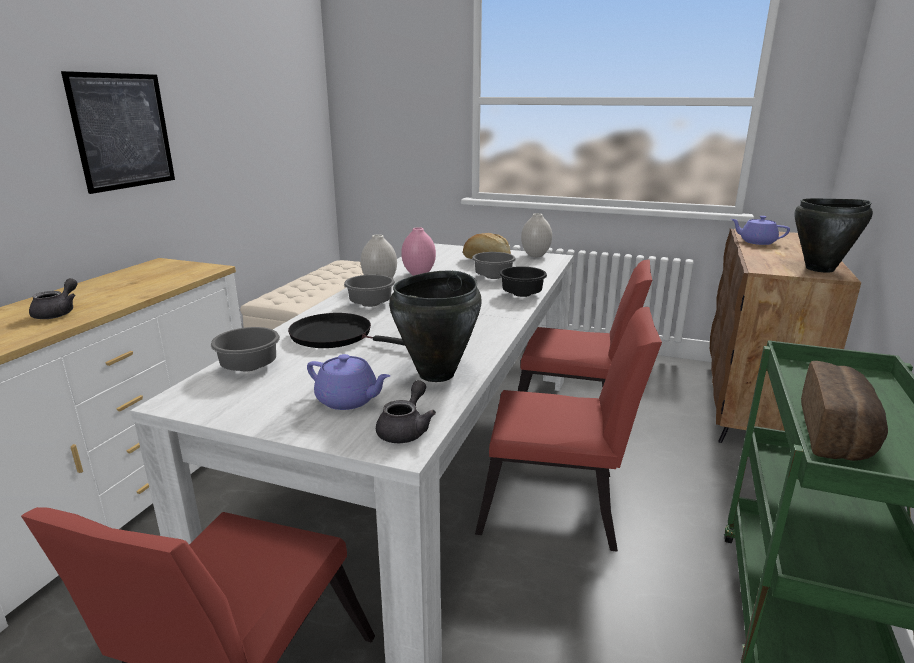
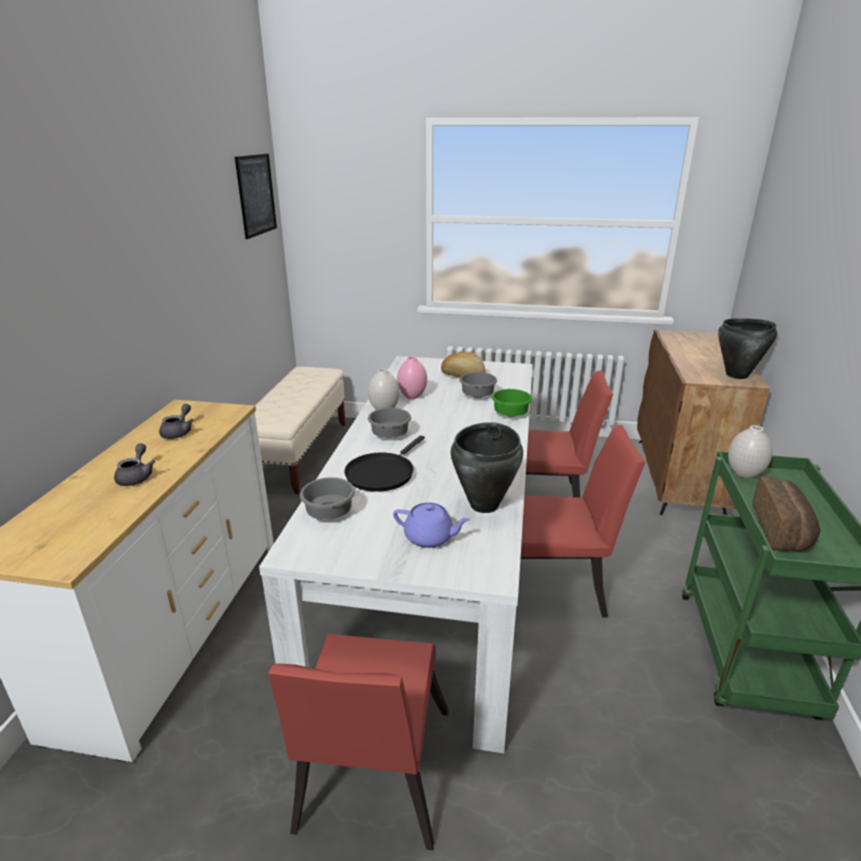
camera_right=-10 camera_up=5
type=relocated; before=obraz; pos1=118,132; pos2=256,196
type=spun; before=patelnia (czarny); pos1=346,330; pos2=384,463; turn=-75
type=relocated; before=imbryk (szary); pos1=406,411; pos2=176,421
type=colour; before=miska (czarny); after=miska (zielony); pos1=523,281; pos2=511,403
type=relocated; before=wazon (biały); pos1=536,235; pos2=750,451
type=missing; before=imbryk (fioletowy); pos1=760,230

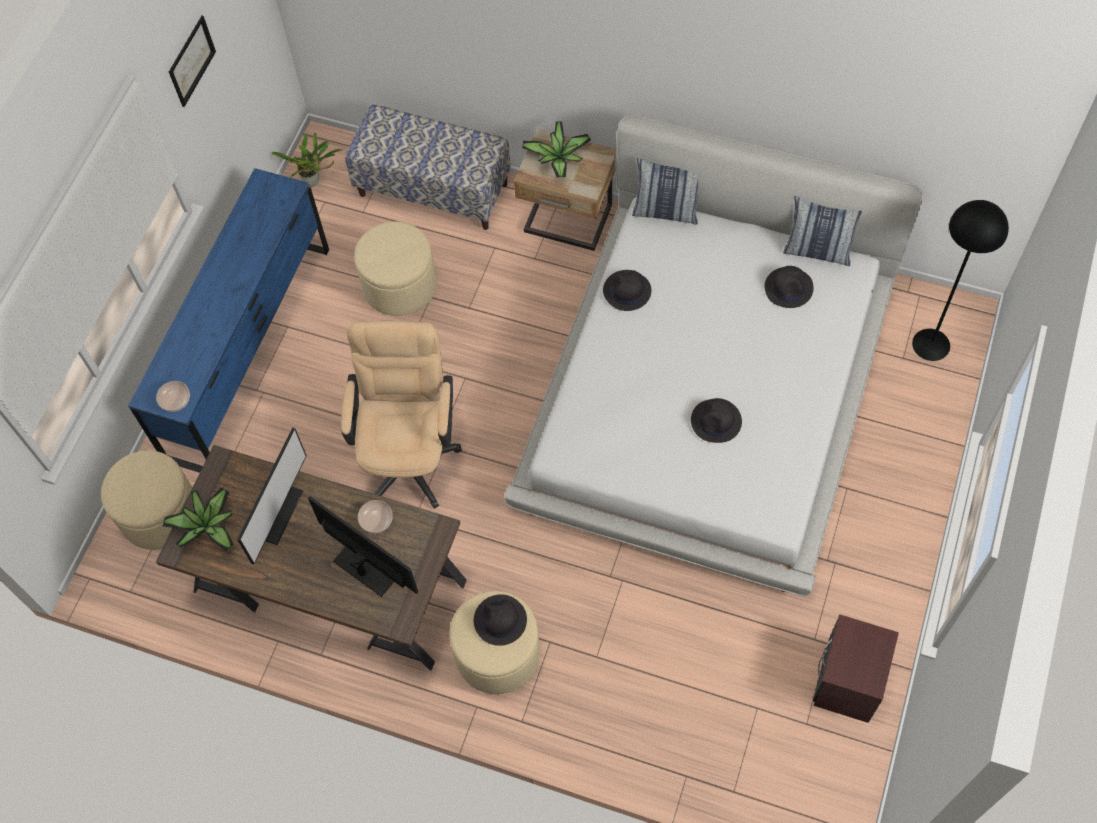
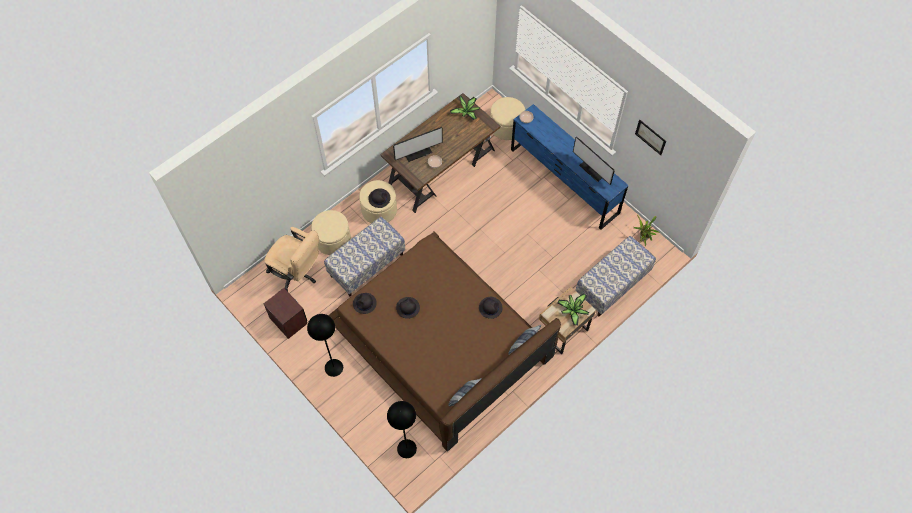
camera_right=115 camera_up=0
type=relocated; before=monitor; pos1=272,496; pos2=594,160
type=relocated; before=krzesło biurowe (beżowy); pos1=401,415; pos2=291,259
type=relocated; before=pufa (beżowy); pos1=395,268; pos2=331,232
type=colour; before=łóżko (biały); after=łóżko (brązowy); pos1=714,355; pos2=444,341
type=relocated; before=kapelusz (czarny); pos1=789,287; pos2=365,303
type=appeared; after=lampa stojąca (czarny); pos2=325,345
type=appeared; after=ławka; pos2=364,256

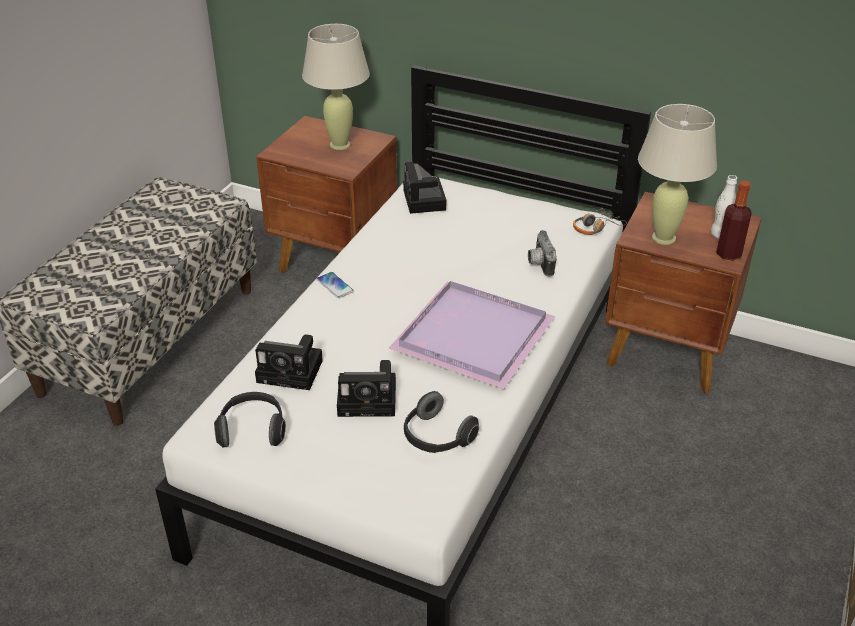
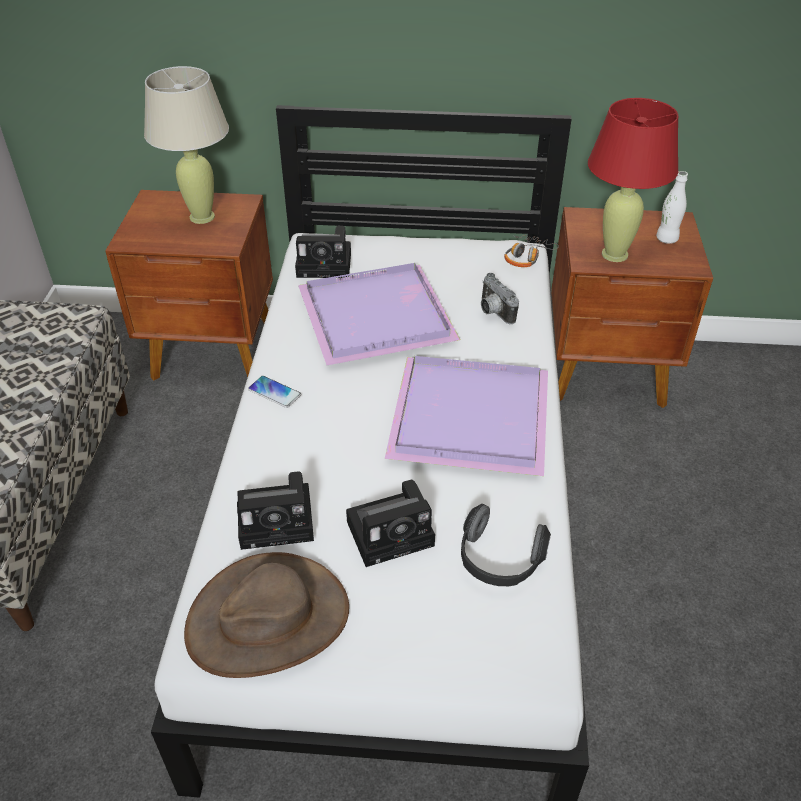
camera_right=-20 camera_up=5
type=exchanged; before=słuchawki; after=kapelusz (brązowy); pos1=250,420; pos2=266,615
type=spun; before=aparat fotograficzny; pos1=424,188; pos2=323,252; turn=-60
type=colour; before=lampa stołowa (beżowy); after=lampa stołowa (czerwony); pos1=677,174; pos2=633,180
type=missing; before=butelka; pos1=734,220
type=appeared; after=taca (fioletowy); pos2=379,314

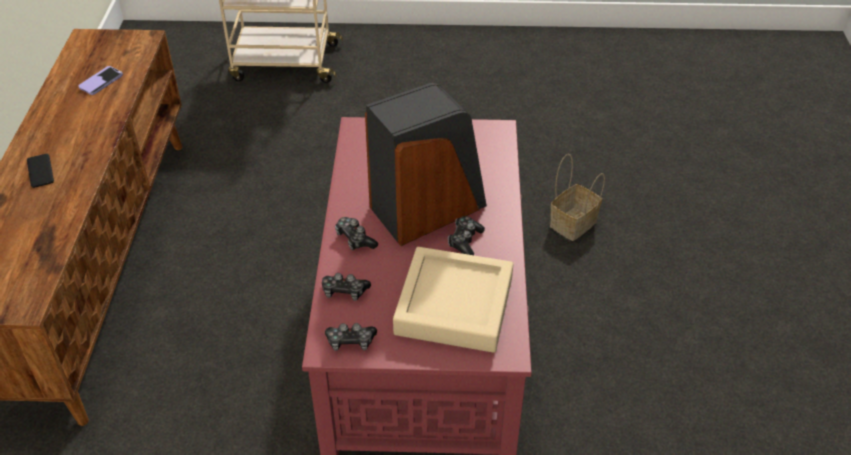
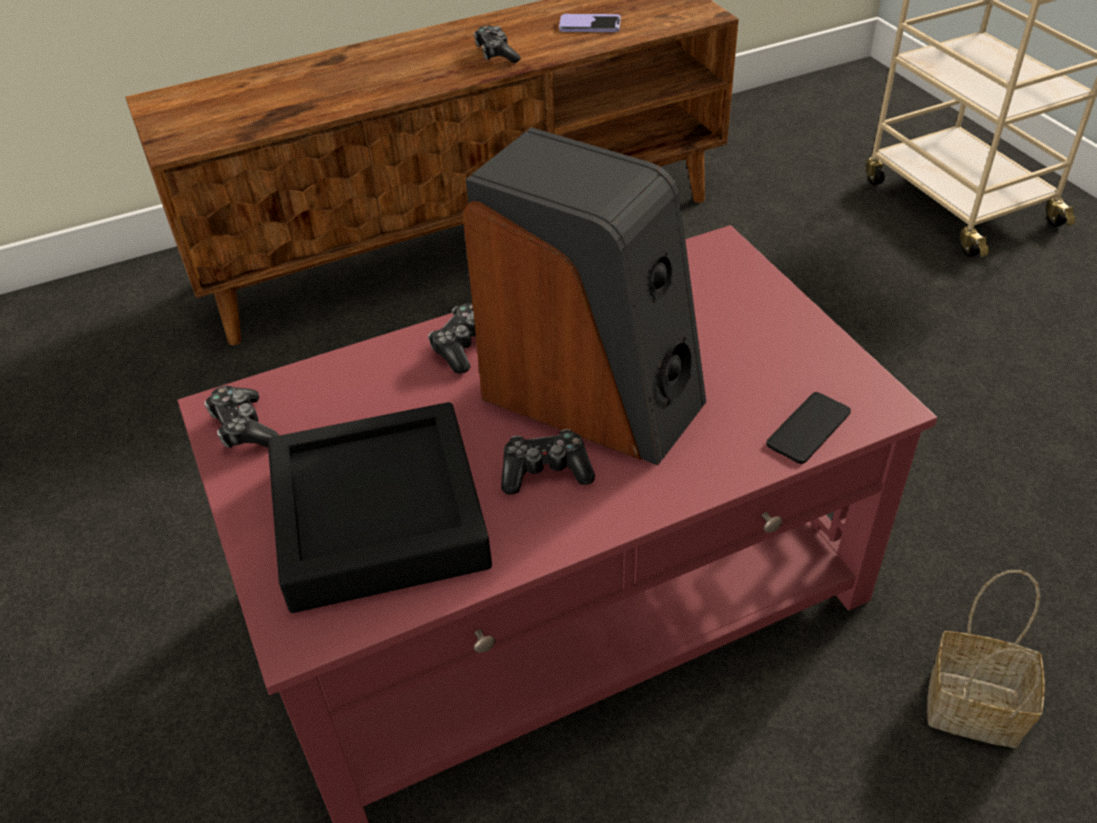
camera_right=65 camera_up=0
type=relocated; before=telefon; pos1=40,171; pos2=808,428
type=relocated; before=pad do gier; pos1=346,287; pos2=497,44
type=colour; before=taca (beżowy); after=taca (czarny); pos1=453,300; pos2=380,507

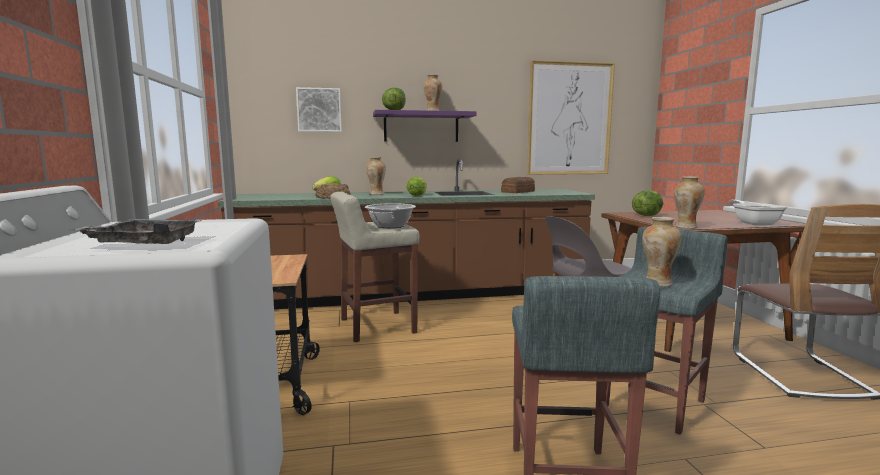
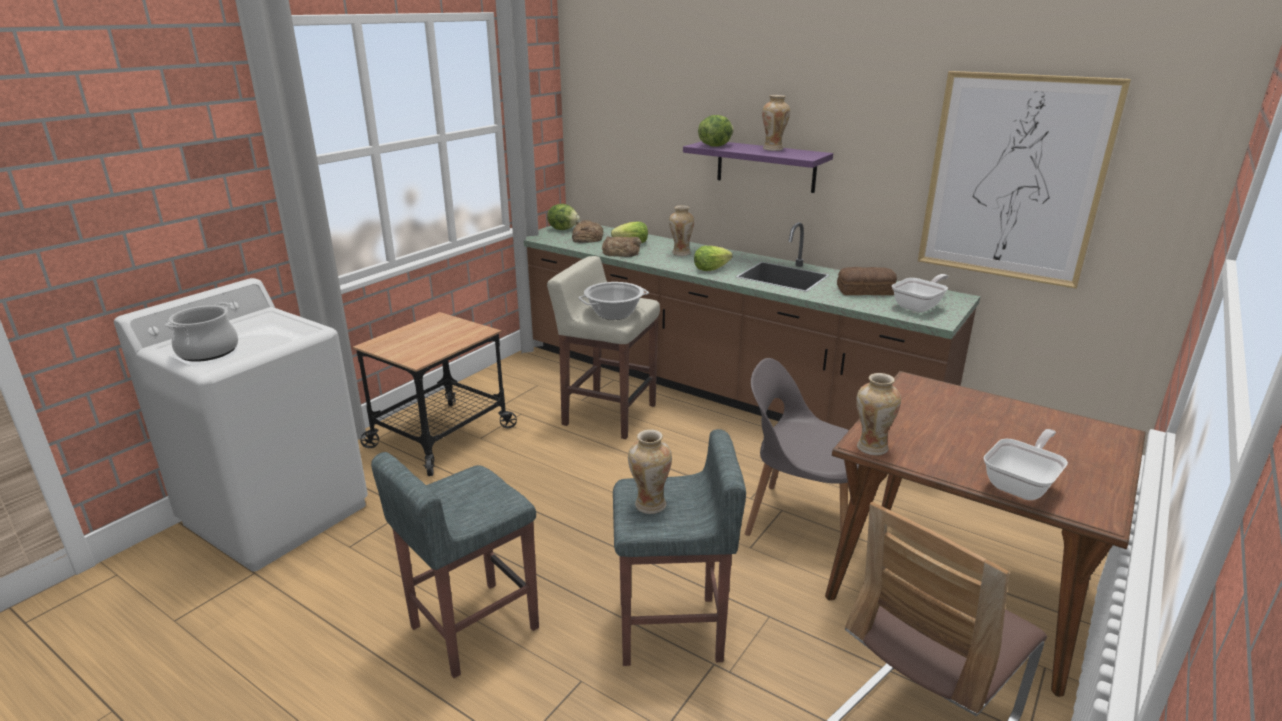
camera_right=45 camera_up=15
type=exchanged; before=taca (szary); after=garnek; pos1=137,231; pos2=201,332
type=missing; before=obraz; pos1=319,109
type=relocated; before=sałata; pos1=647,203; pos2=563,217
type=appeared; after=chleb; pos2=588,231
type=appeared; after=patelnia; pos2=920,293

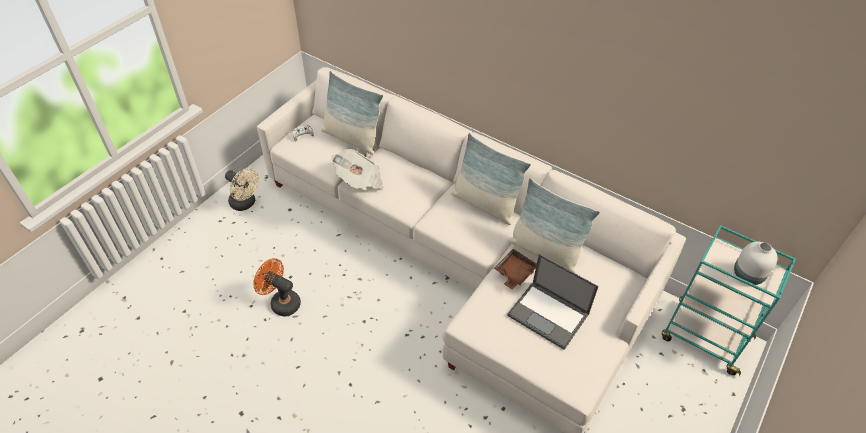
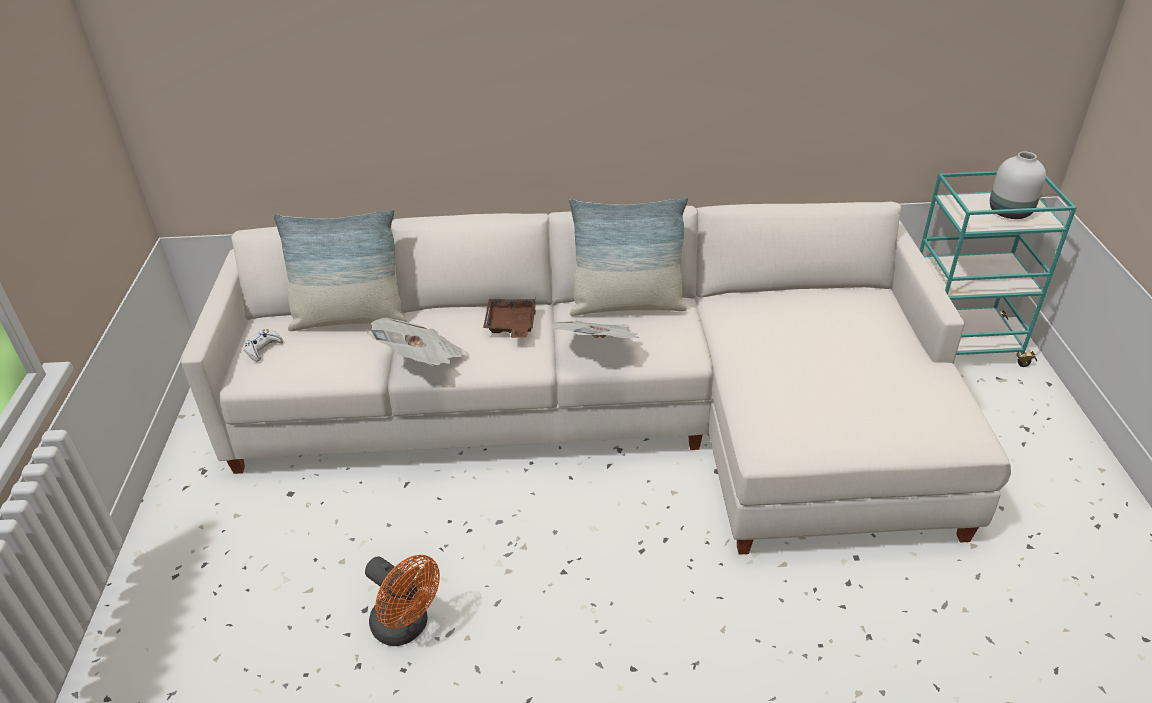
camera_right=-35 camera_up=-10
type=missing; before=wentylator (beżowy); pos1=242,189
type=spun; before=wentylator (pomarańczowy); pos1=277,287; pos2=402,600; turn=-135
type=relocated; before=taca (brązowy); pos1=515,269; pos2=509,317
type=missing; before=laptop; pos1=553,302
type=missing; before=poduszka; pos1=554,226
type=appeared; after=gazeta; pos2=595,329

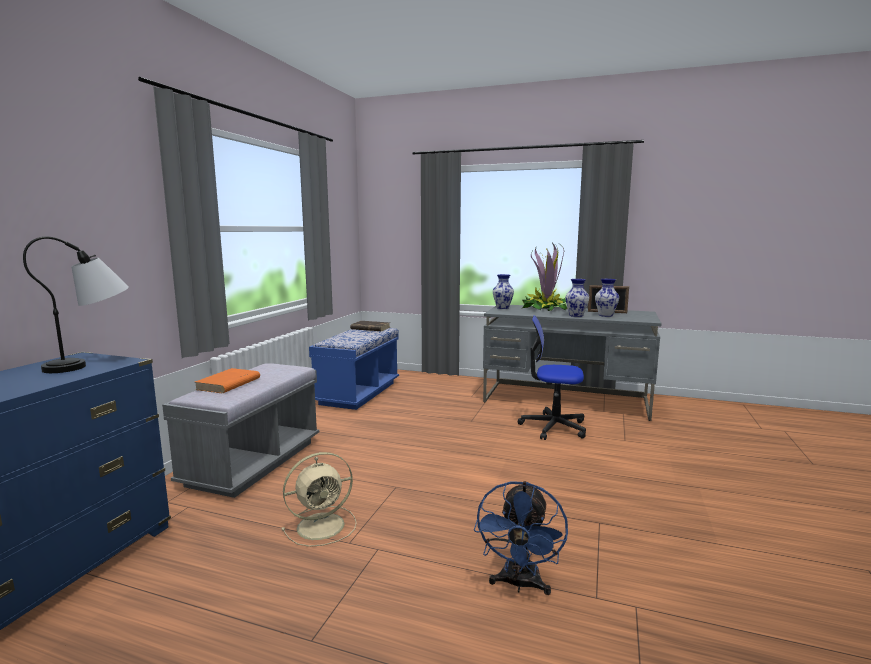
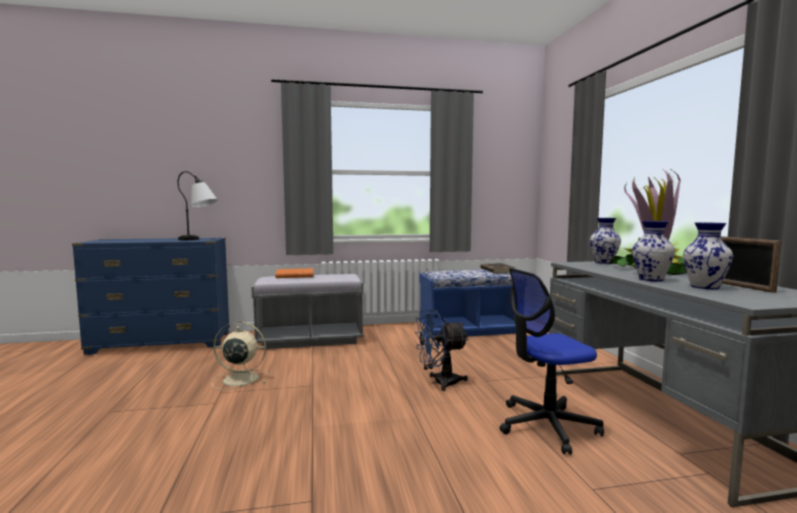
camera_right=60 camera_up=-5
type=spun; before=wentylator (beżowy); pos1=319,499; pos2=240,356; turn=150
type=relocated; before=wentylator (niebieski); pos1=521,538; pos2=441,350
type=spun; before=krzesło biurowe; pos1=552,377; pos2=552,361; turn=-90

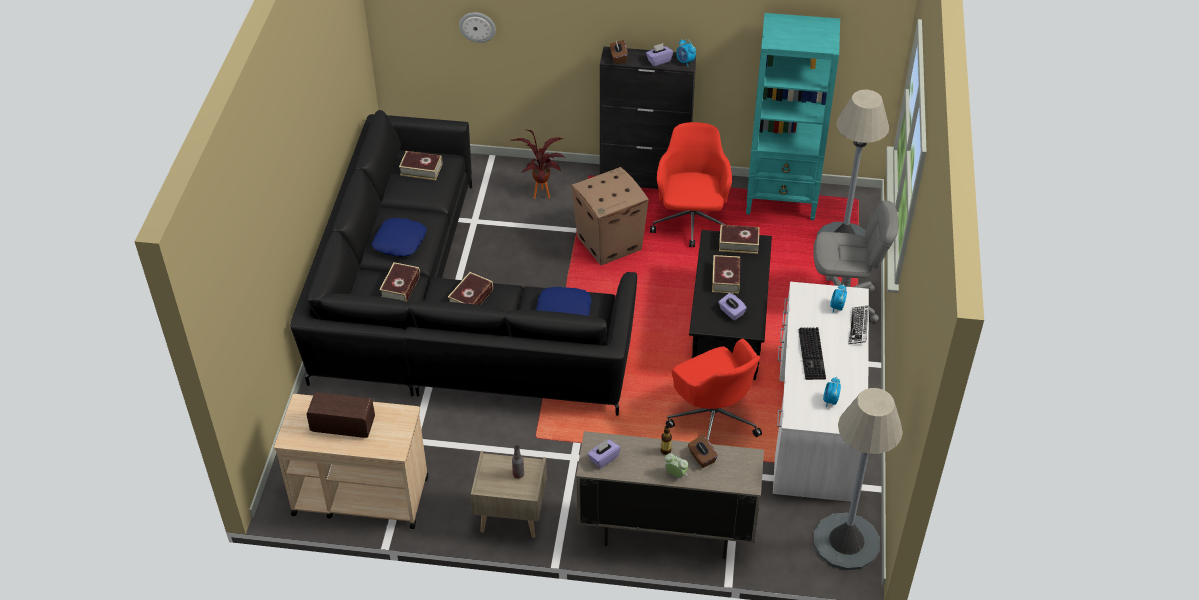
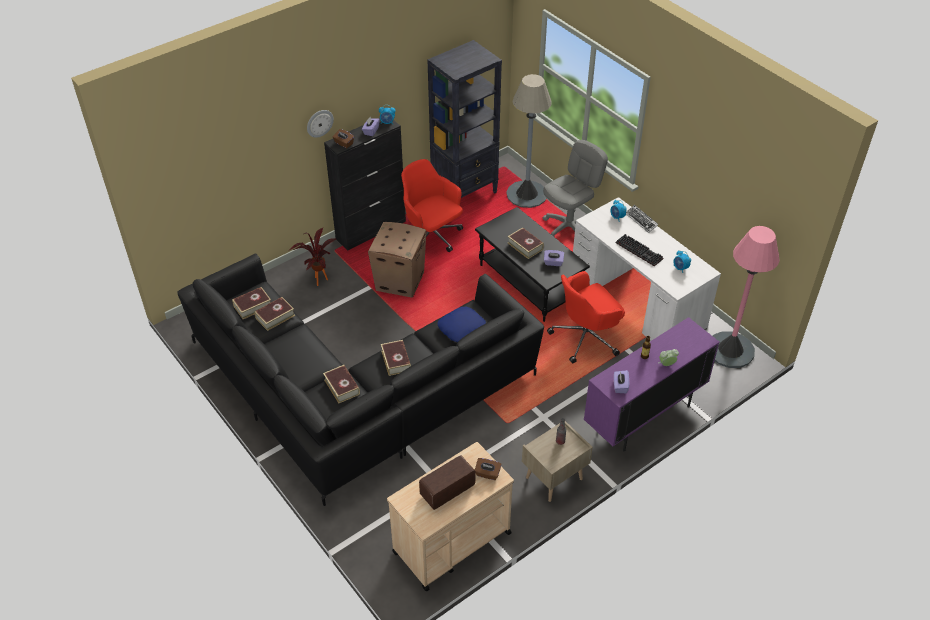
camera_right=-45 camera_up=0
type=missing; before=poduszka (niebieski); pos1=399,237
type=relocated; before=zegar ścienny; pos1=477,27; pos2=320,124
type=colour; before=szafka (beżowy); after=szafka (fioletowy); pos1=670,495; pos2=652,384
type=spun; before=krzesło biurowe (czerwony); pos1=714,390; pos2=586,317; turn=135
type=relocated; before=pudełko chusteczek (brązowy); pos1=703,451; pos2=488,469
type=relocated; before=książka; pos1=739,239; pos2=274,314
type=colour; before=regał (turkusowy); after=regał (czarny); pos1=793,116; pos2=464,119
type=colour; before=lampa stojąca (szary); after=lampa stojąca (różowy); pos1=858,479; pos2=746,297

